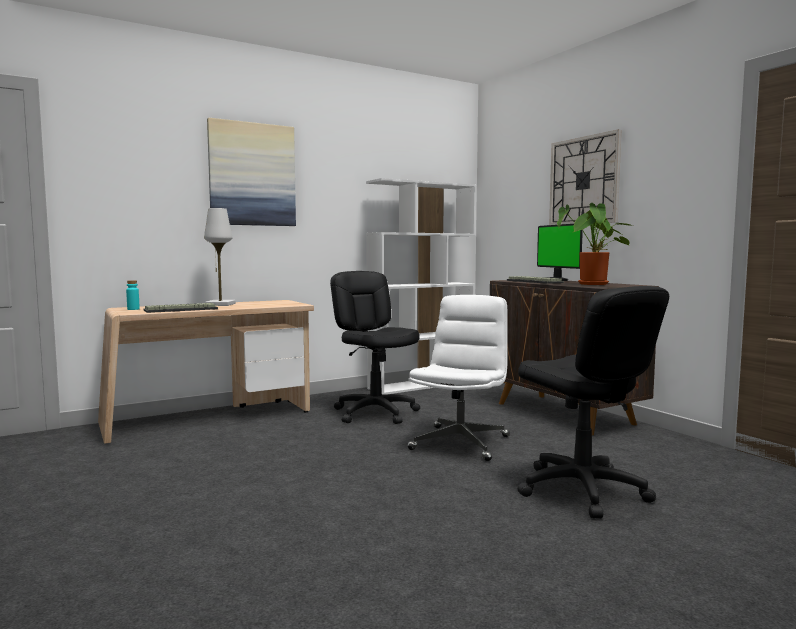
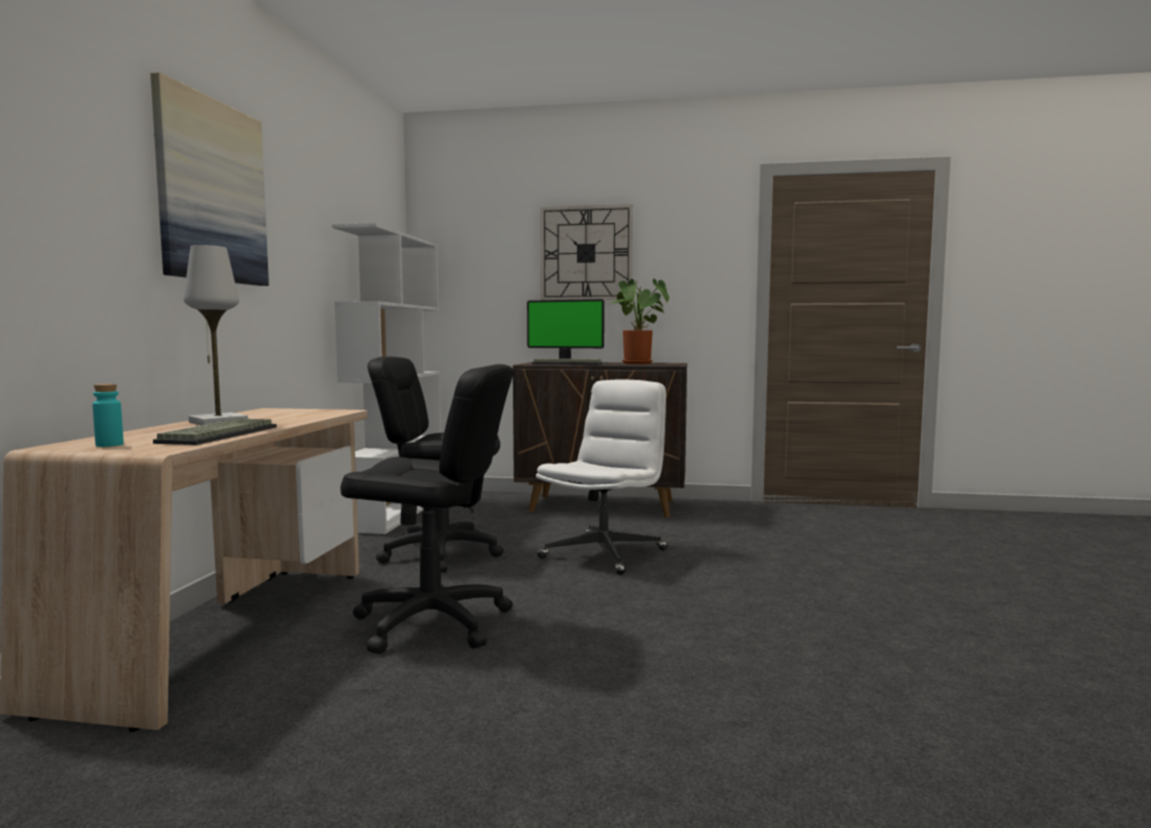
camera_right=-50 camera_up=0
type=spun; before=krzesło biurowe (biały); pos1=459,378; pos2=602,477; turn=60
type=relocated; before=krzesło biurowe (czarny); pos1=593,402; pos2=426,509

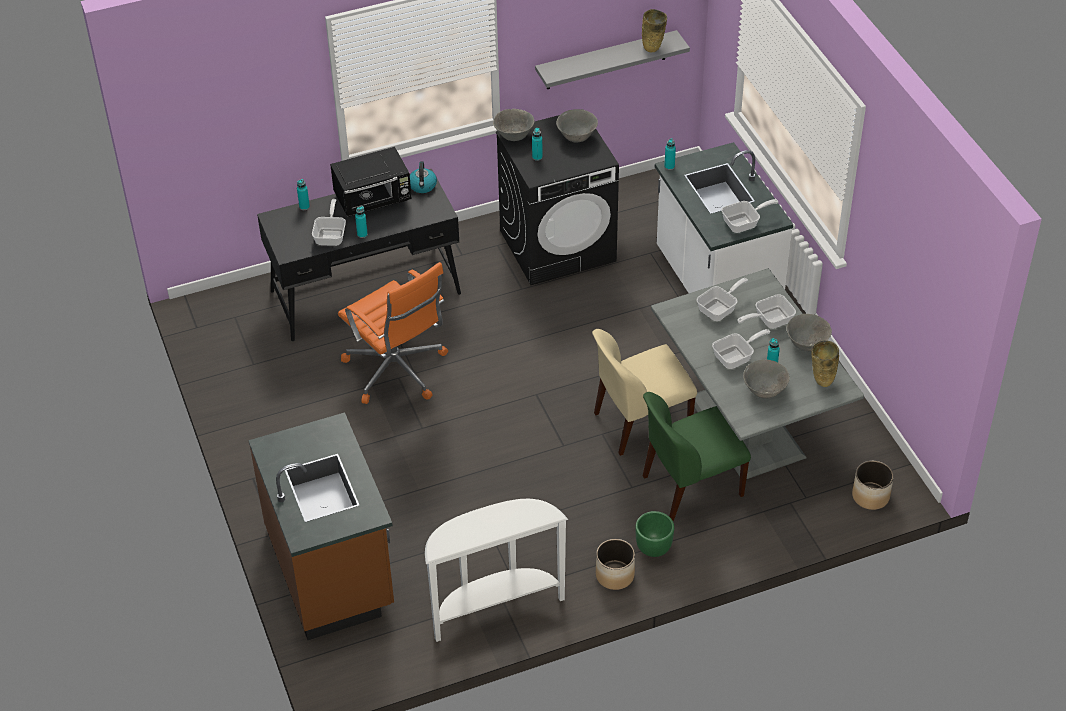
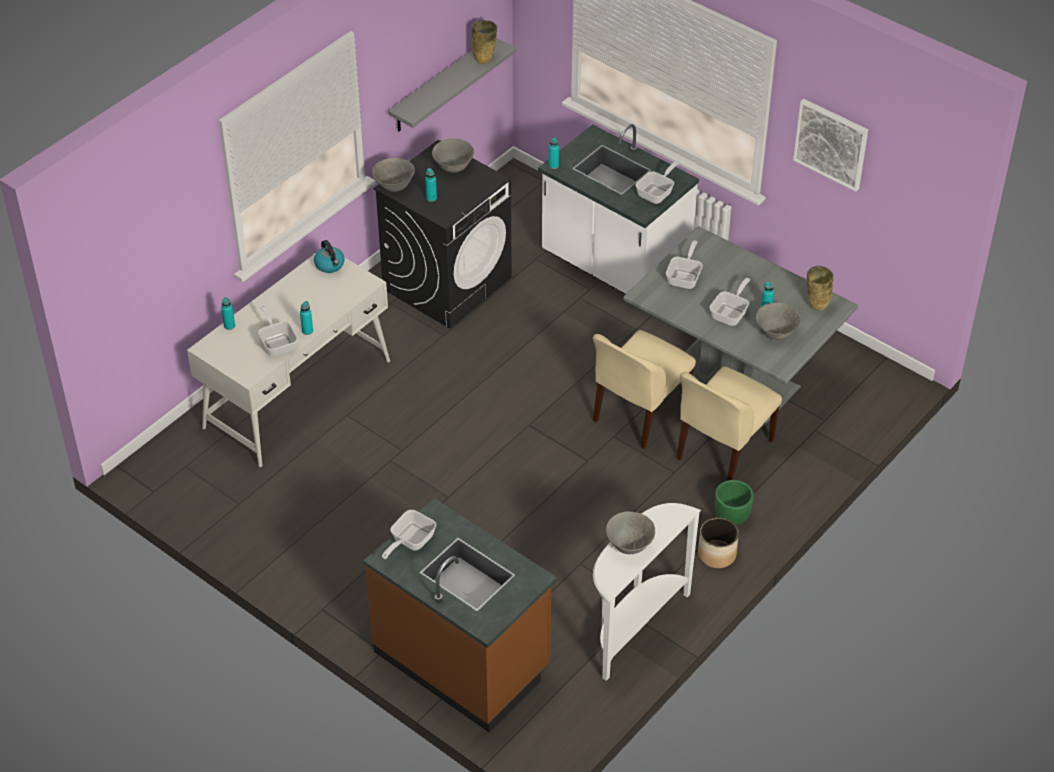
camera_right=-30 camera_up=0
type=colour; before=biurko (czarny); after=biurko (biały); pos1=359,255; pos2=288,359
type=missing; before=mikrofalówka (czarny); pos1=371,182
type=missing; before=krzesło biurowe (pomarańczowy); pos1=393,333
type=colour; before=krzesło (zielony); after=krzesło (beżowy); pos1=697,456; pos2=729,423
type=relocated; before=patelnia; pos1=767,311; pos2=409,534
type=relocated; before=miska (szary); pos1=809,332; pos2=630,532
type=missing; before=donica; pos1=873,485
type=appeared; after=obraz; pos2=830,145

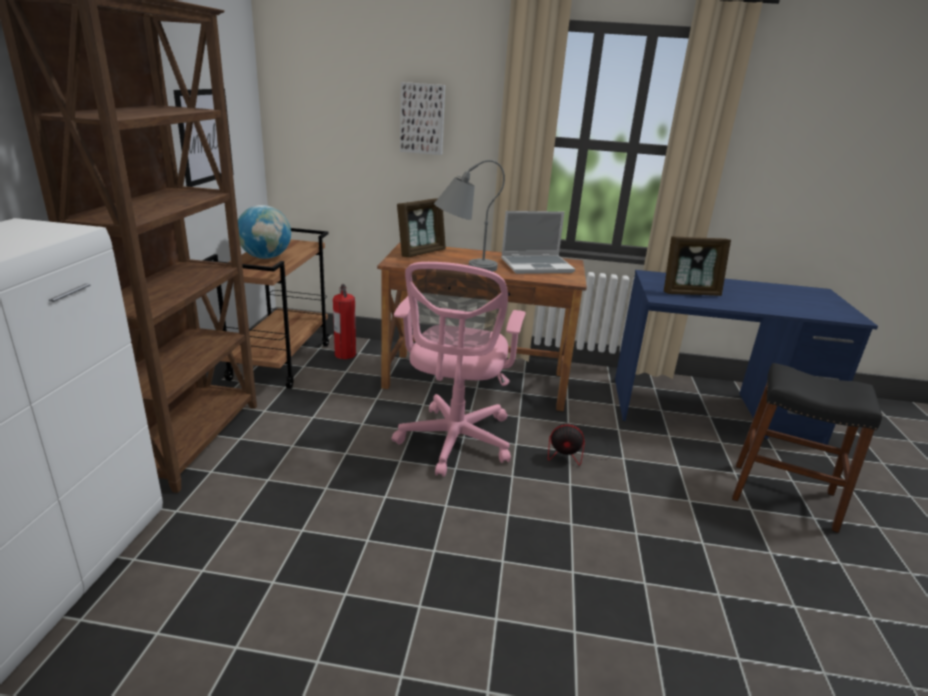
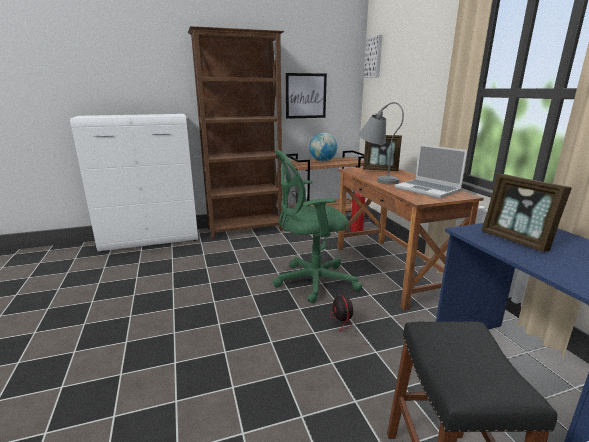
camera_right=65 camera_up=-5
type=colour; before=krzesło biurowe (różowy); after=krzesło biurowe (zielony); pos1=459,369; pos2=317,226
type=relocated; before=obraz; pos1=422,118; pos2=373,56

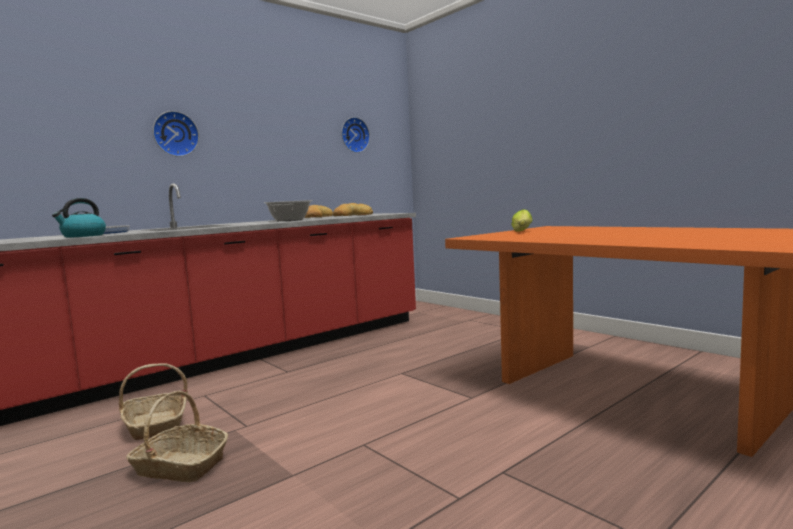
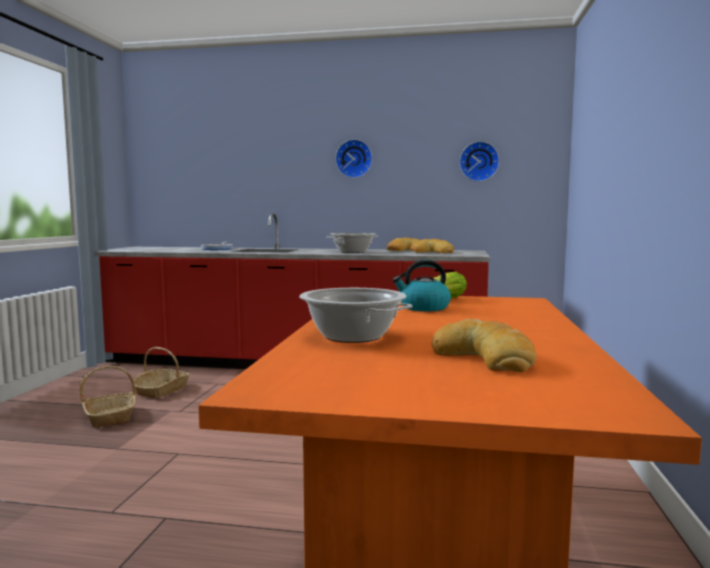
camera_right=50 camera_up=0
type=relocated; before=czajnik; pos1=79,218; pos2=422,285
type=relocated; before=zegar ścienny; pos1=176,134; pos2=354,158
type=appeared; after=garnek; pos2=355,315
type=appeared; after=chleb; pos2=484,345

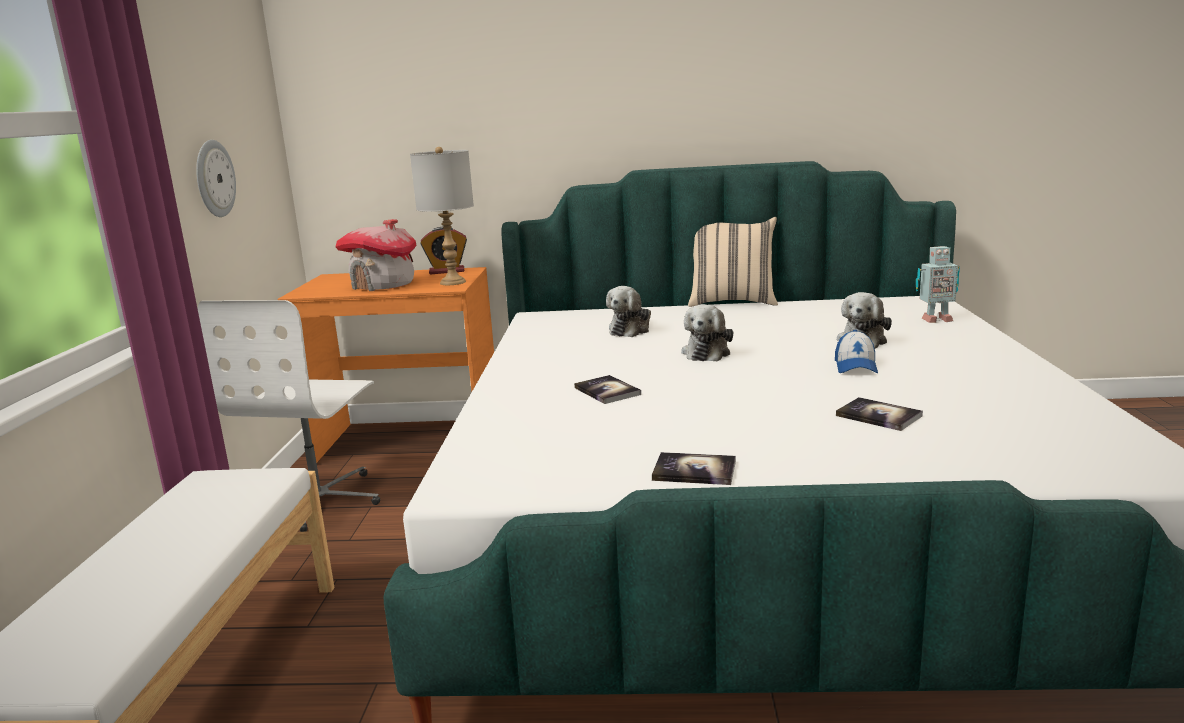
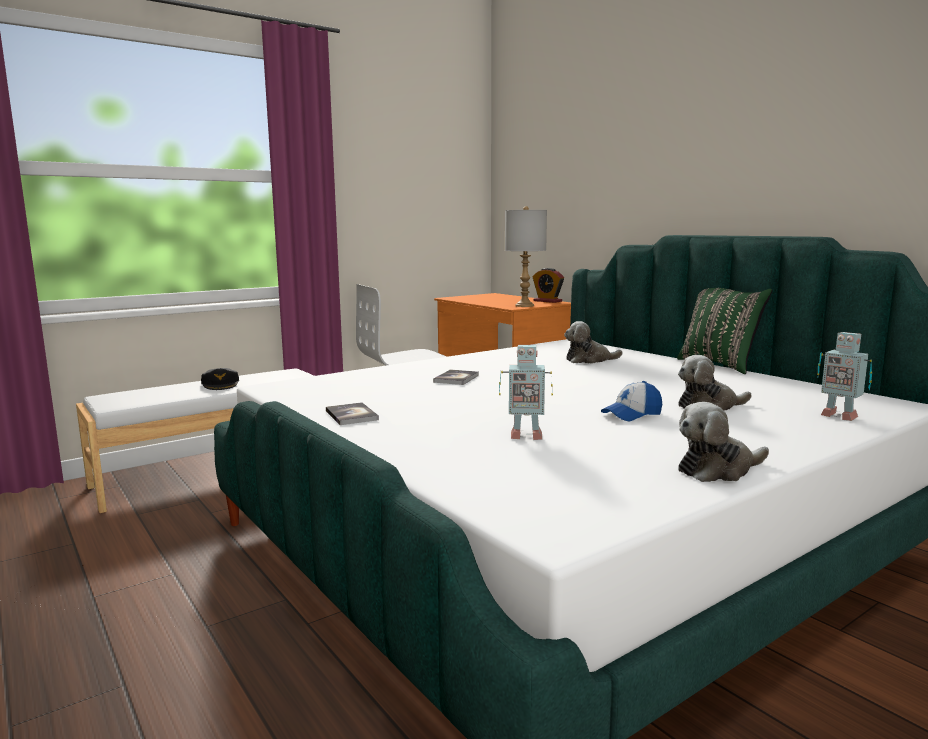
camera_right=50 camera_up=-5
type=missing; before=zegar ścienny; pos1=216,178
type=missing; before=domek; pos1=376,255
type=relocated; before=pluszak; pos1=707,333; pos2=723,442
type=colour; before=poduszka (beżowy); after=poduszka (zielony); pos1=733,262; pos2=724,331
type=exchanged; before=książka; after=robot zabawkowy; pos1=879,414; pos2=526,392
type=appeared; after=czapka z daszkiem (czarny); pos2=220,379

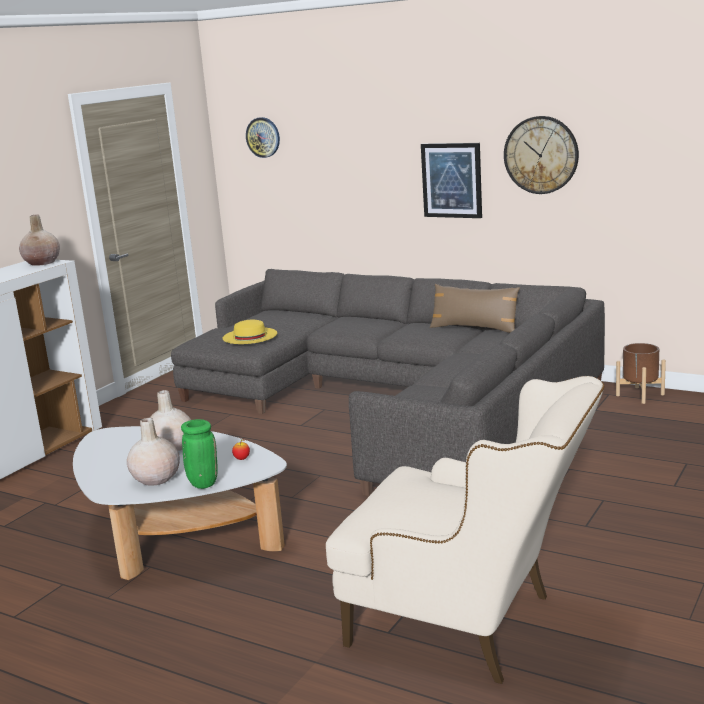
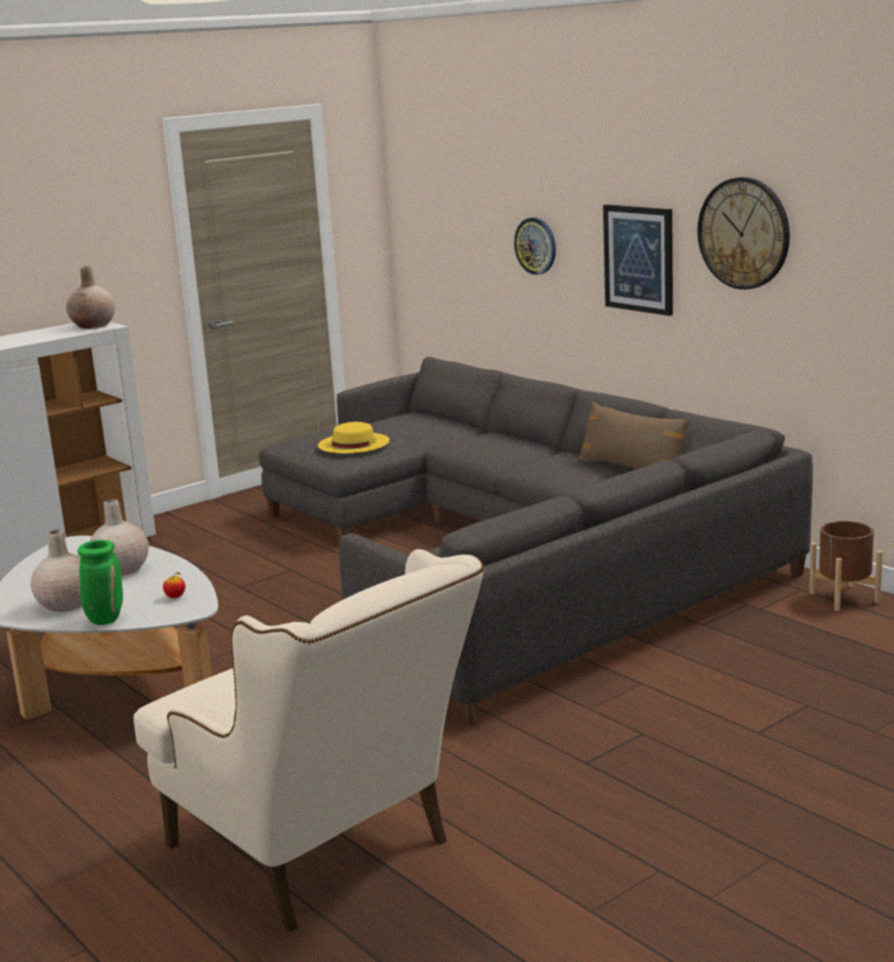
camera_right=20 camera_up=0
type=relocated; before=zegar ścienny; pos1=263,137; pos2=535,246

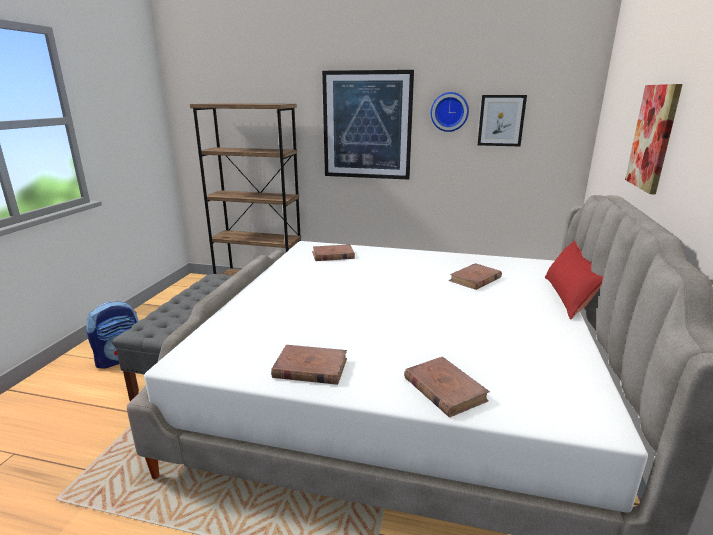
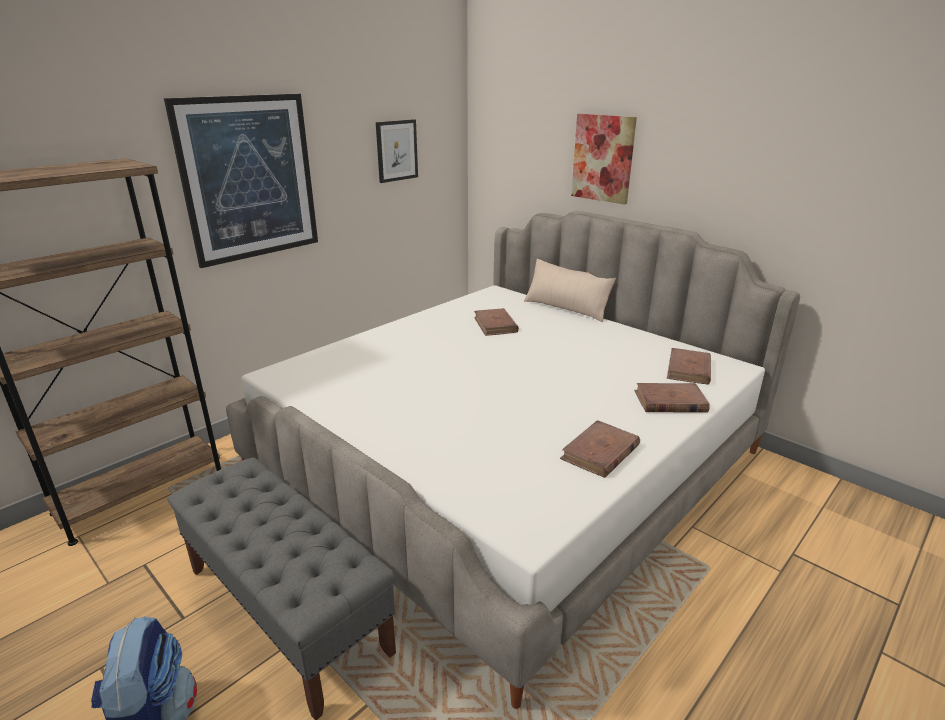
camera_right=-60 camera_up=5
type=relocated; before=książka (brązowy); pos1=333,252; pos2=689,366
type=missing; before=zegar ścienny; pos1=449,112
type=colour; before=poduszka (czerwony); after=poduszka (beżowy); pos1=574,280; pos2=570,290

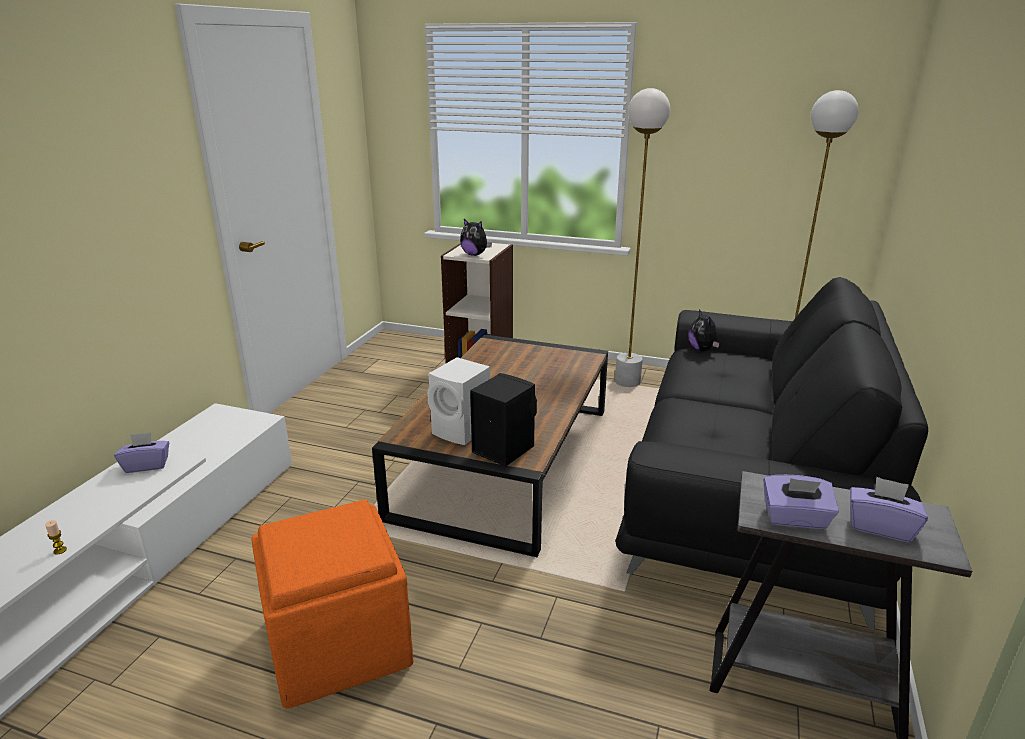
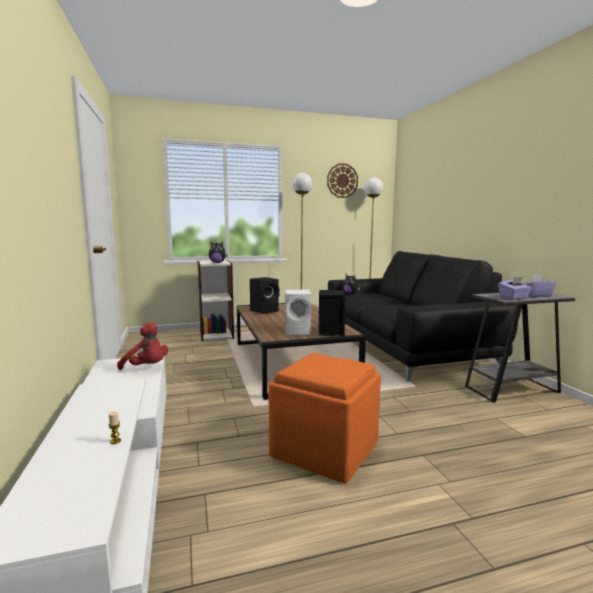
camera_right=-35 camera_up=-15
type=missing; before=pudełko chusteczek (fioletowy); pos1=142,452
type=appeared; after=pluszak (czerwony); pos2=142,346
type=appeared; after=głośnik (czarny); pos2=264,295
type=appeared; after=zegar ścienny; pos2=342,180

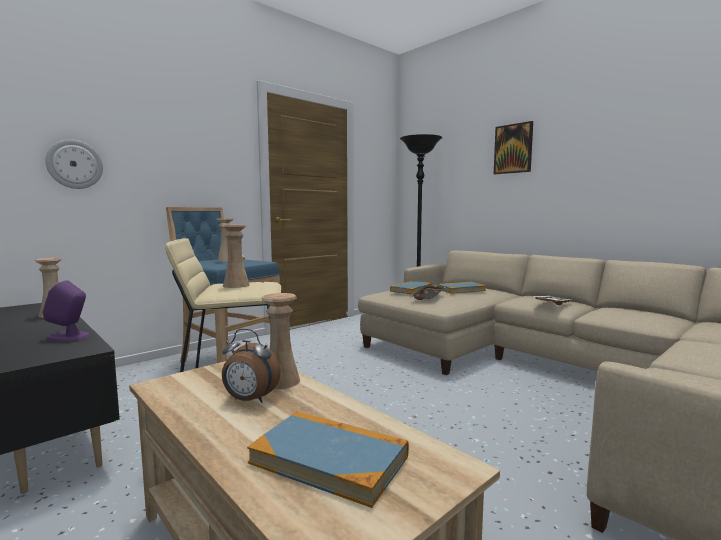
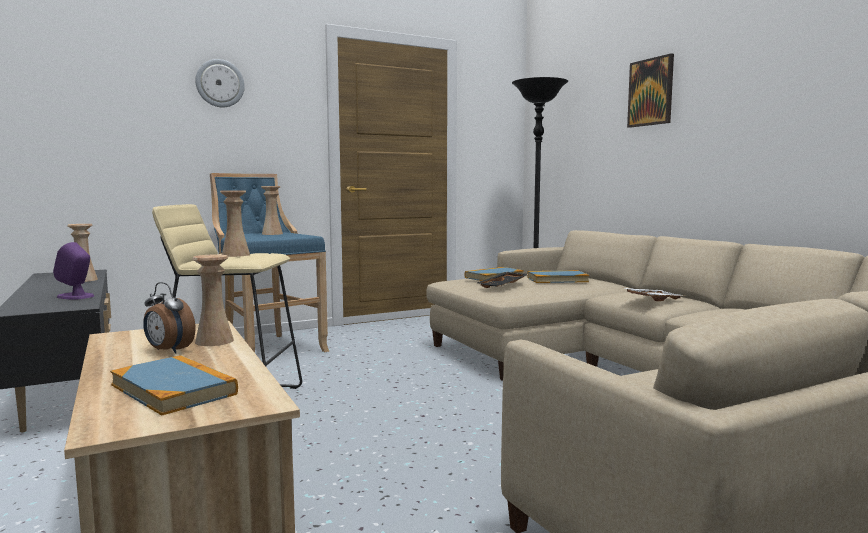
camera_right=15 camera_up=0
type=relocated; before=zegar ścienny; pos1=74,164; pos2=220,83

